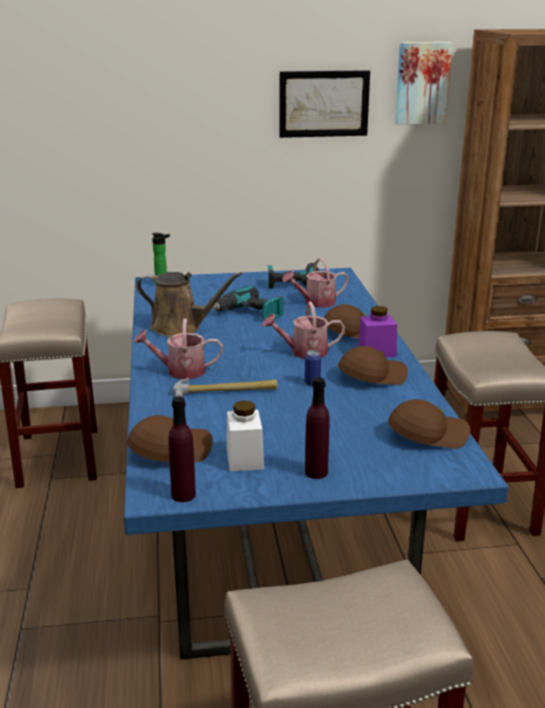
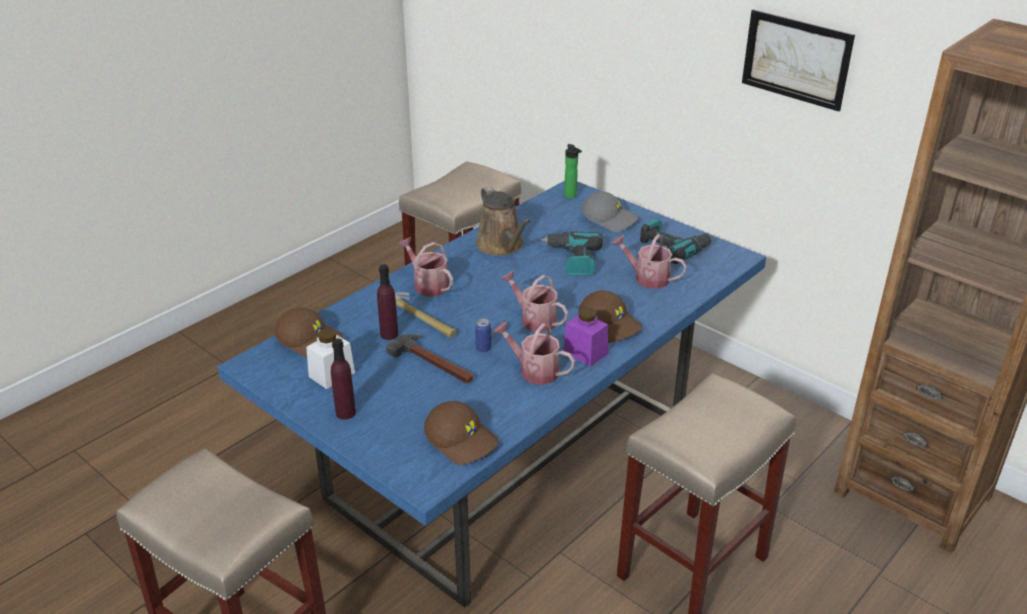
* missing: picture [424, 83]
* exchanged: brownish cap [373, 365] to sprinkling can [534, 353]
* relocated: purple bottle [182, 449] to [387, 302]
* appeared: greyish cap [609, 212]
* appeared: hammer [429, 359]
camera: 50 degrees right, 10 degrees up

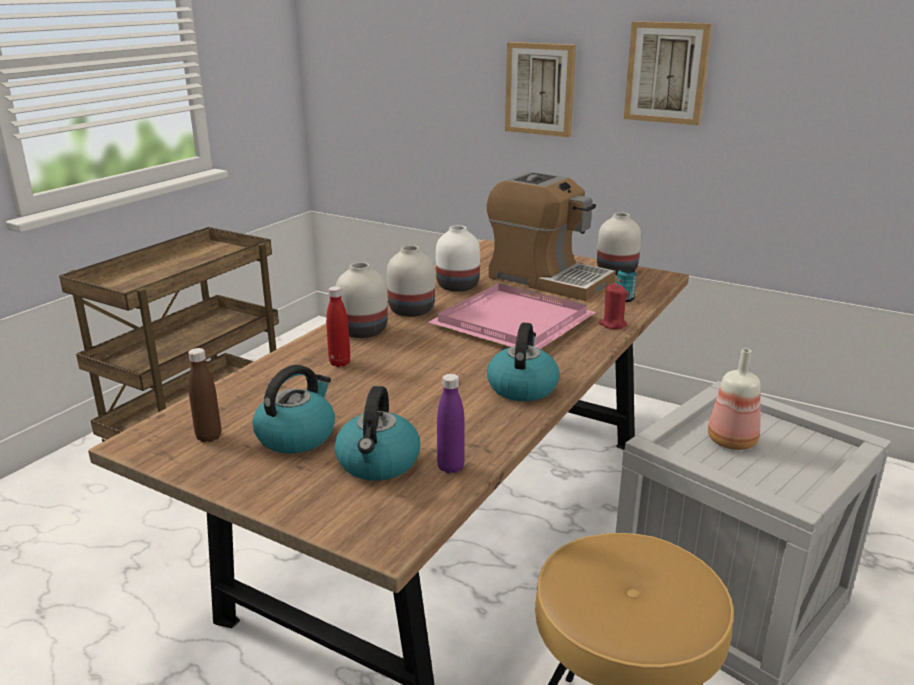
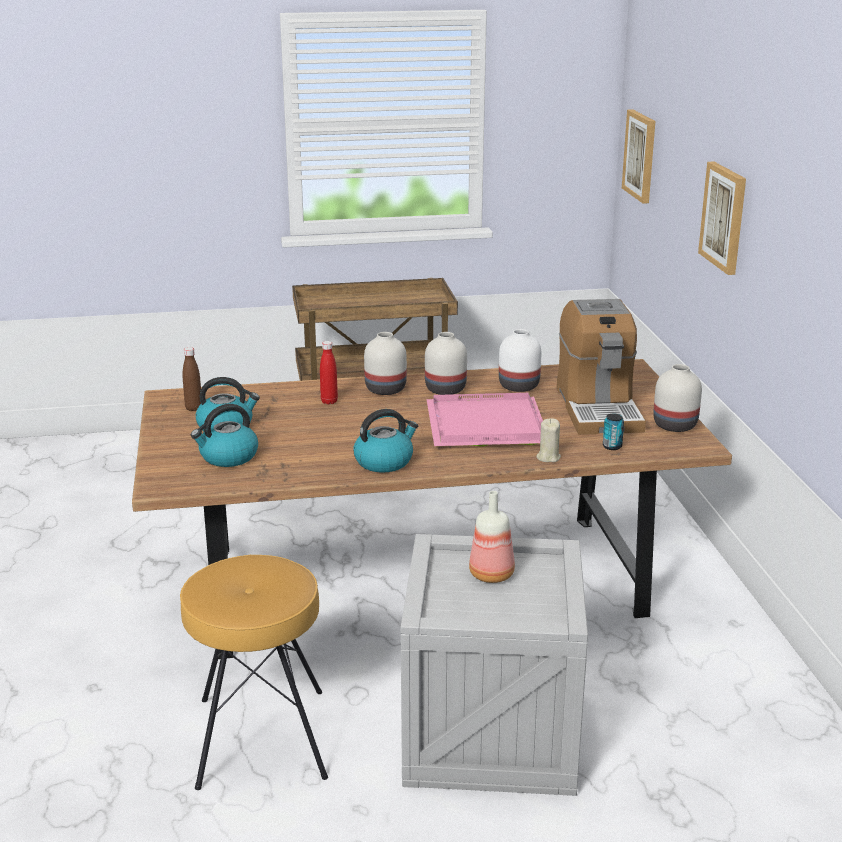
* relocated: picture [668, 73] to [638, 156]
* colour: reddish wax light [613, 306] to beige-coloured wax light [549, 440]
* missing: purple bottle [451, 423]
camera: 50 degrees right, 0 degrees up

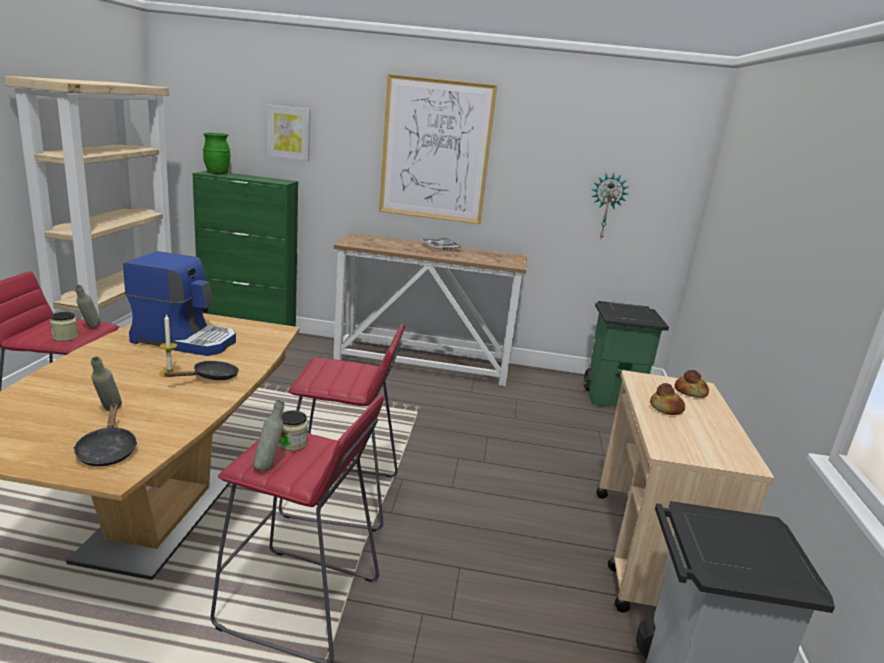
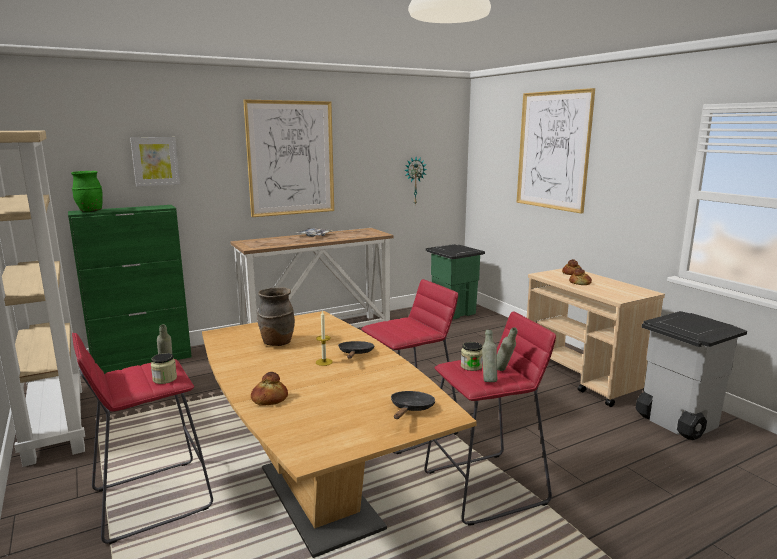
* exchanged: coffee machine [179, 303] to brownish decorative vase [276, 316]
* relocated: greyish bottle [106, 384] to [507, 349]
* spun: black frying pan [105, 435] = [413, 405] 105 degrees counterclockwise
* appeared: picture [556, 150]
* appeared: bread [269, 389]
camera: 35 degrees left, 5 degrees down

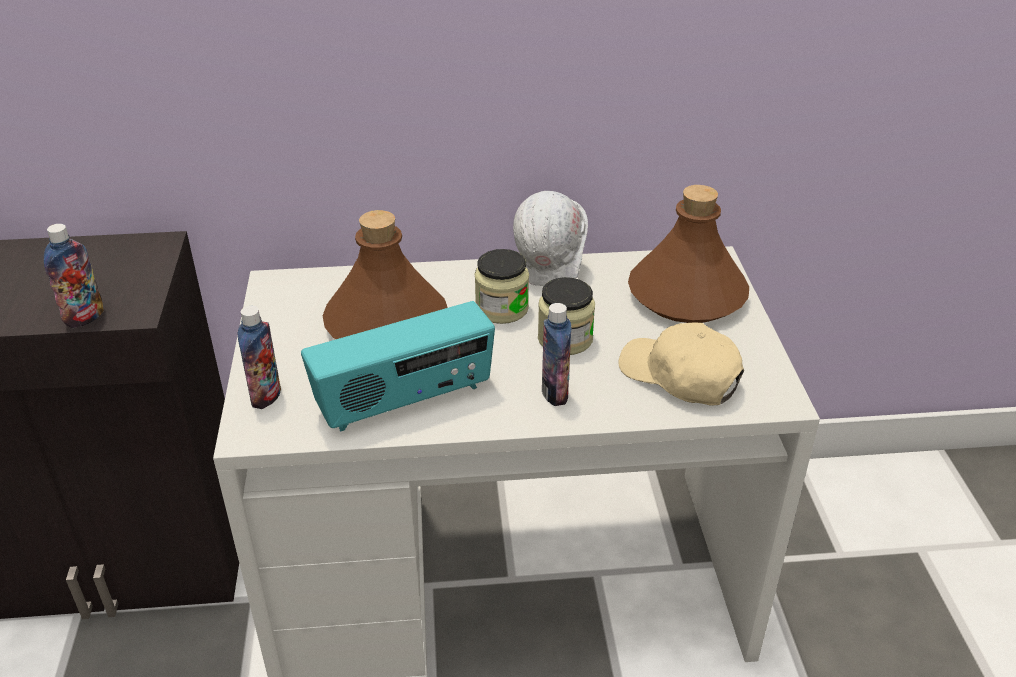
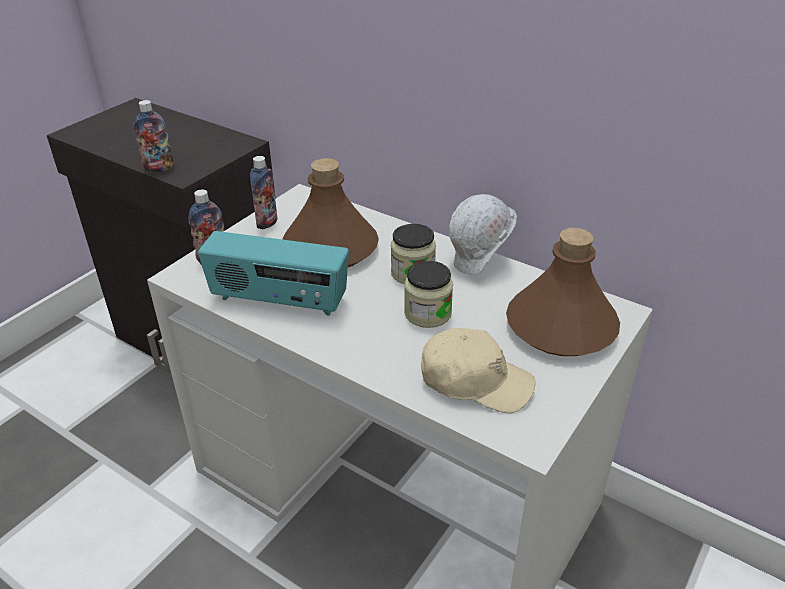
* relocated: bottle [556, 354] to [264, 192]
* spun: beige-coloured cap [681, 364] = [478, 370] 120 degrees clockwise
camera: 40 degrees right, 0 degrees up

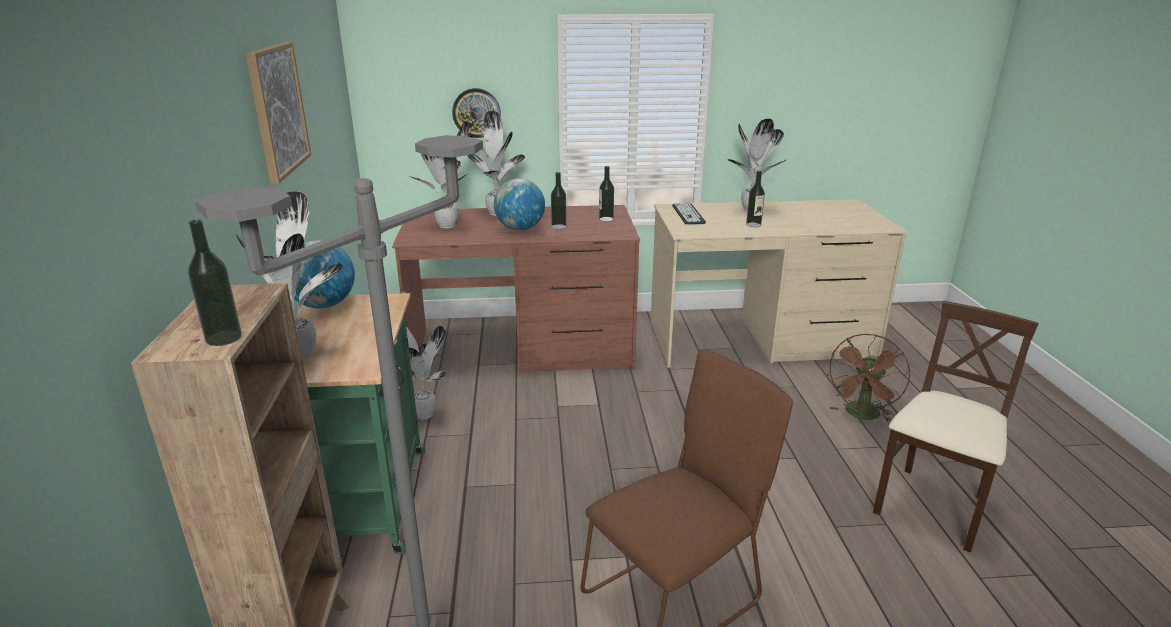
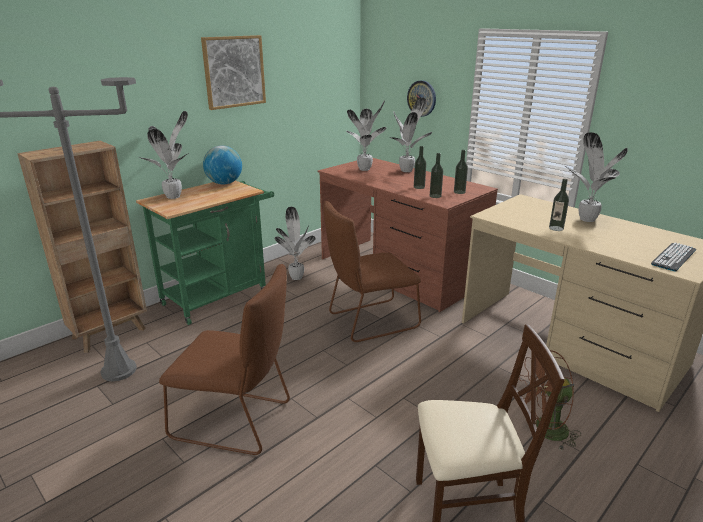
* missing: world globe [519, 204]
* relocated: computer keyboard [689, 214] to [673, 257]
* relocated: bottle [215, 282] to [436, 175]
* appeared: brownish plain chair [372, 271]
camera: 50 degrees right, 0 degrees up

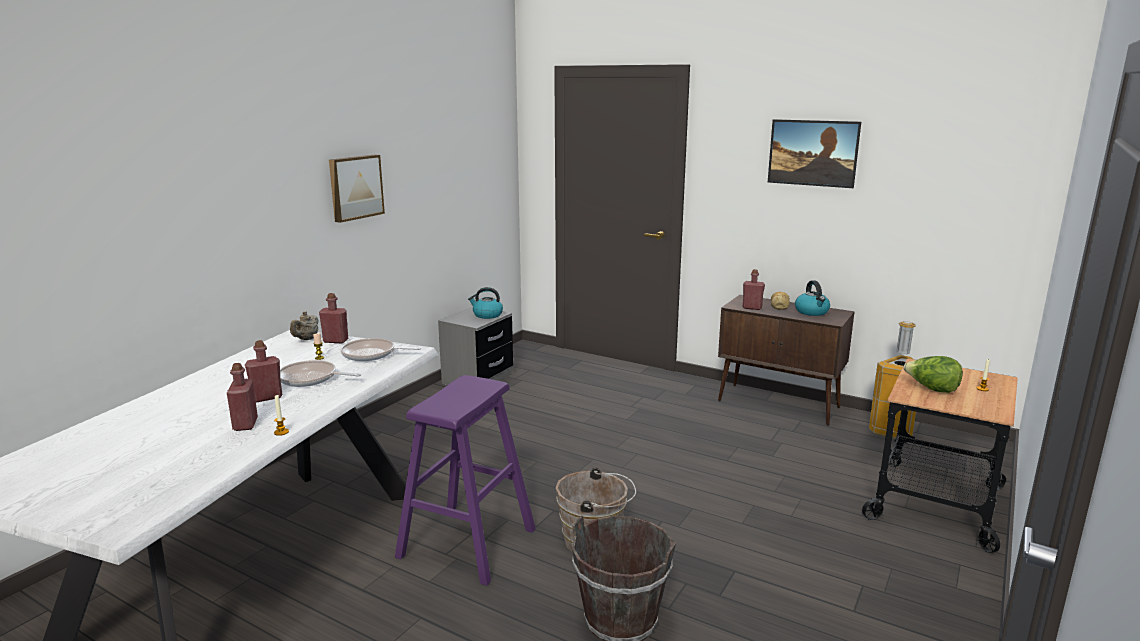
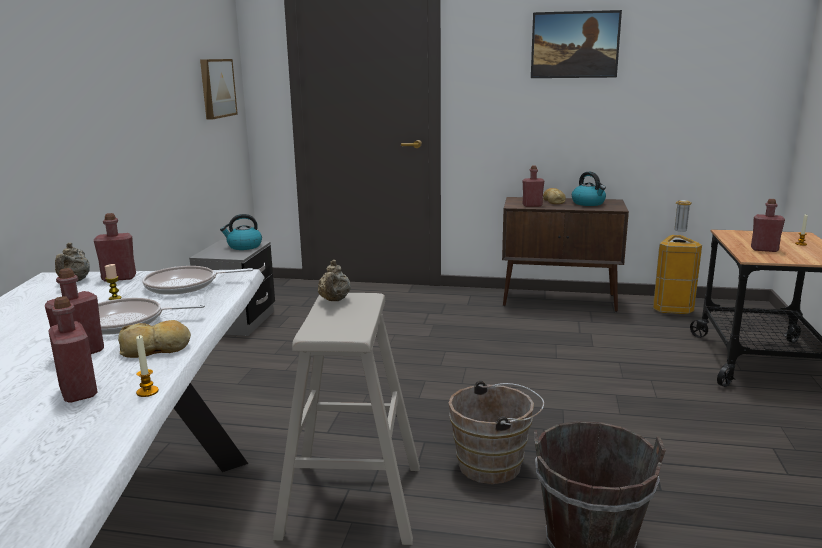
* relocated: picture [357, 189] to [219, 89]
* exchanged: lettuce head [933, 374] to reddish bottle [768, 225]
* colour: purple stool [465, 480] to beige-coloured stool [346, 419]
* appeared: beige-coloured tea pot [334, 280]
* appeared: bread [154, 339]
camera: 20 degrees left, 0 degrees up

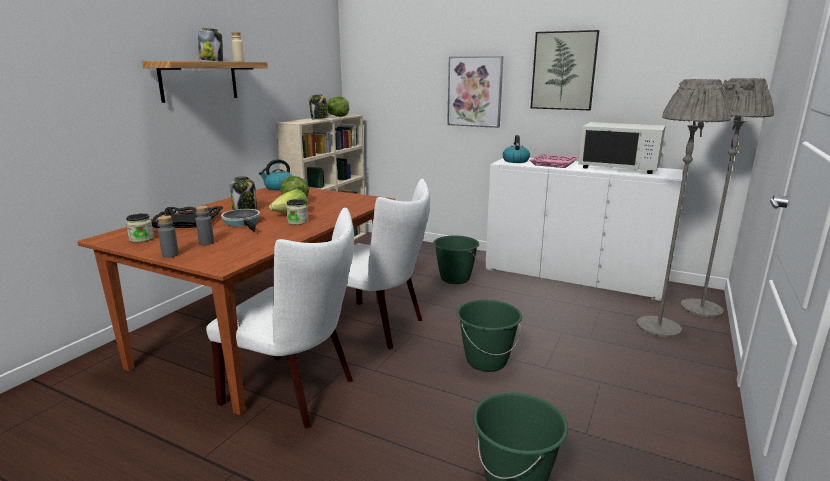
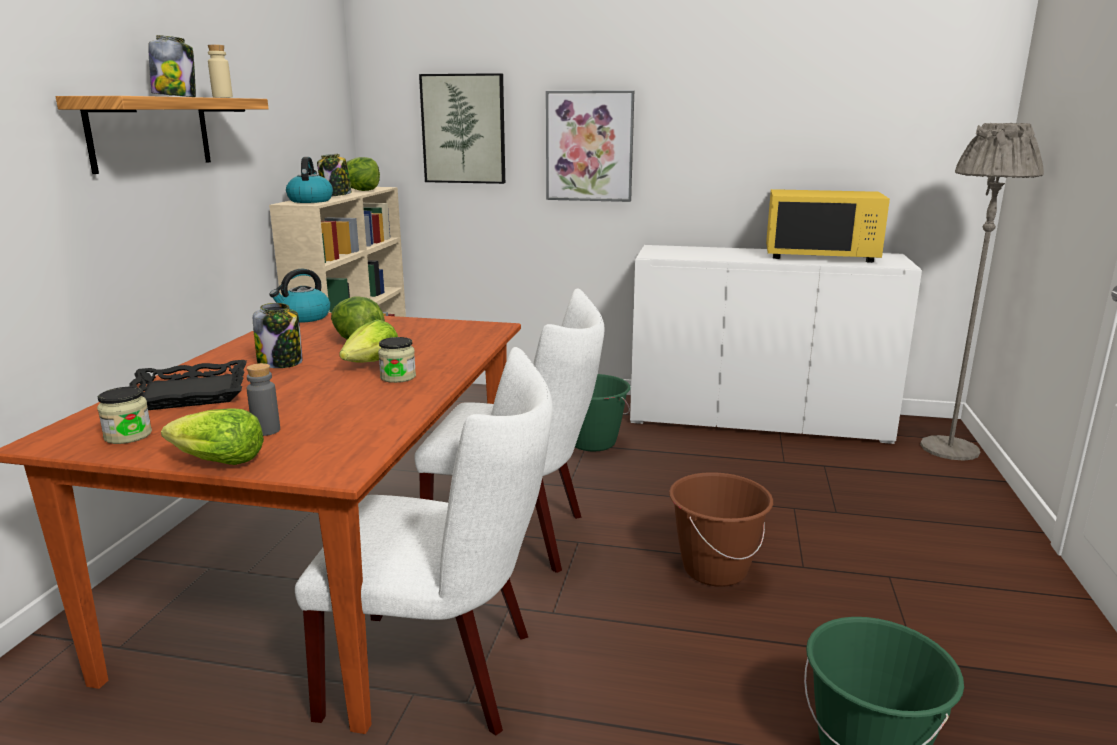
* relocated: picture [565, 70] to [462, 128]
* missing: greyish standing lamp [684, 208]
* colour: white-coloured microwave oven [622, 148] to yellow-coloured microwave oven [828, 226]
* relocated: kettle [516, 149] to [309, 180]
* missing: pink tray [554, 160]
* missing: frying pan [240, 220]
* exchanged: greyish bottle [168, 237] to lettuce head [212, 436]
* colour: green water bucket [489, 336] to brownish water bucket [721, 529]
camera: 15 degrees left, 0 degrees up

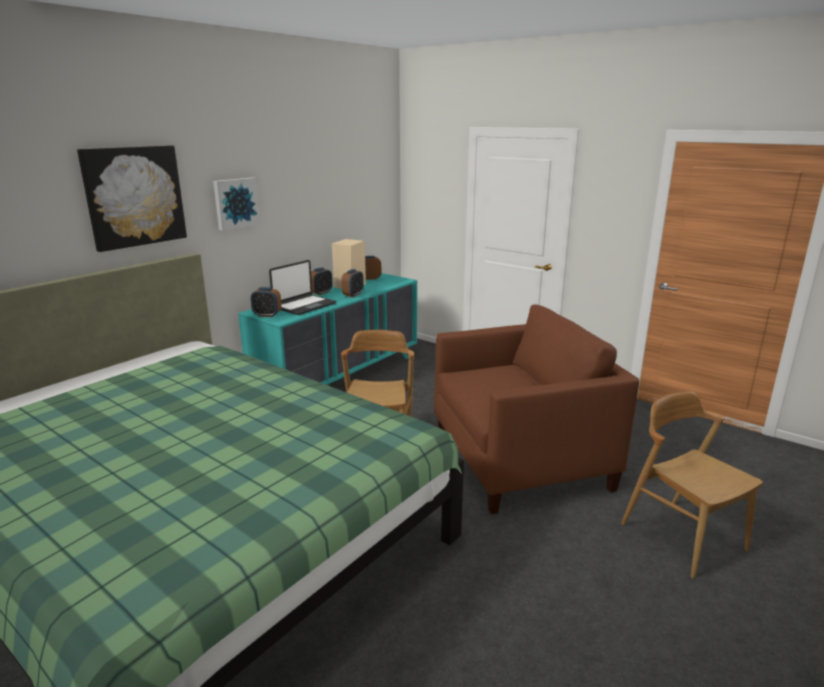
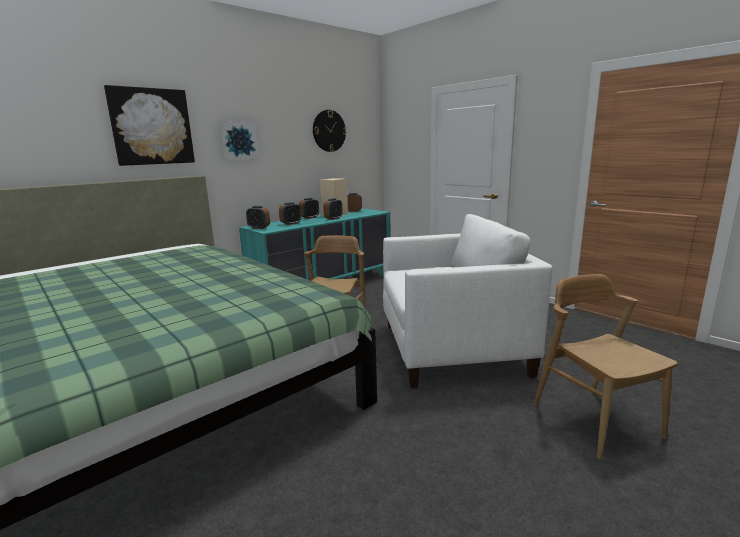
* exchanged: laptop [302, 287] to bedside clock [290, 213]
* colour: brownish armchair [536, 409] to white-coloured armchair [467, 301]
* appeared: wall clock [330, 131]
camera: 10 degrees right, 5 degrees down

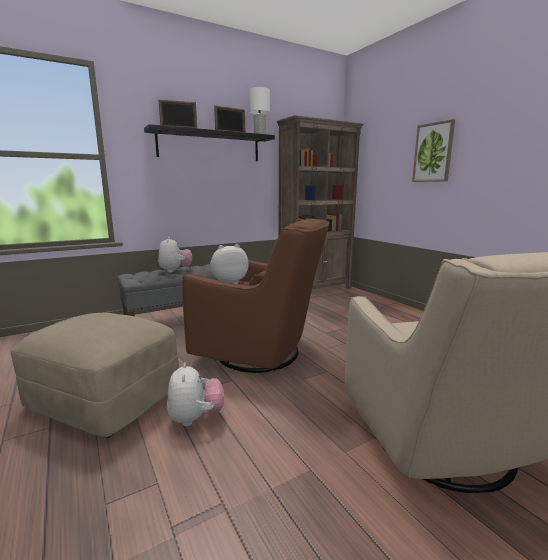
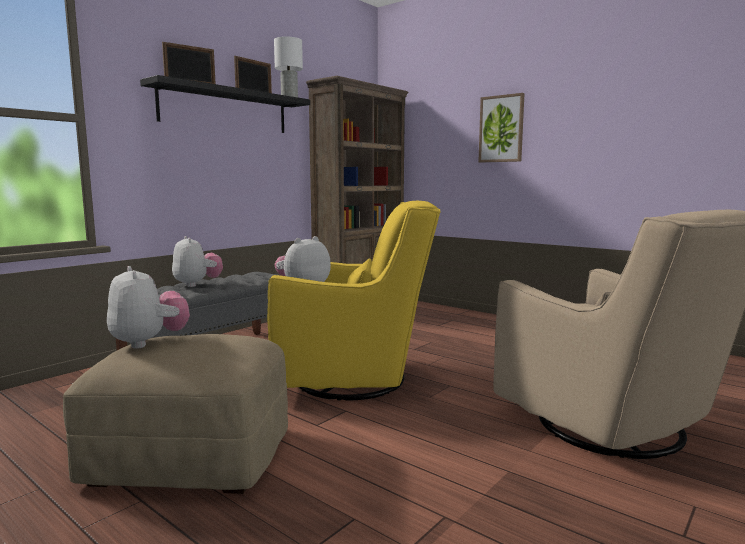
* colour: brownish armchair [256, 295] to yellow-coloured armchair [354, 301]
* relocated: cuddly toy [195, 394] to [148, 307]
camera: 20 degrees left, 5 degrees down

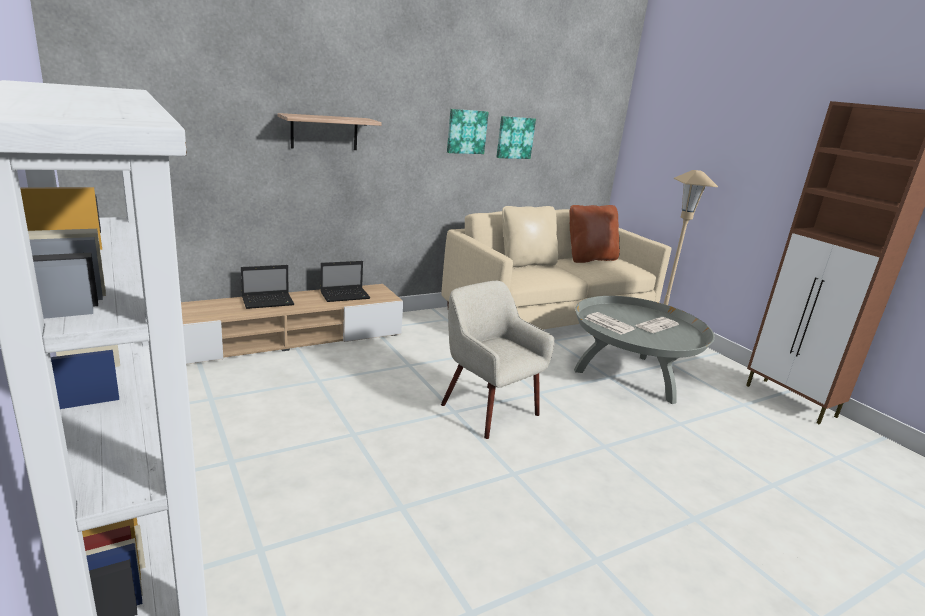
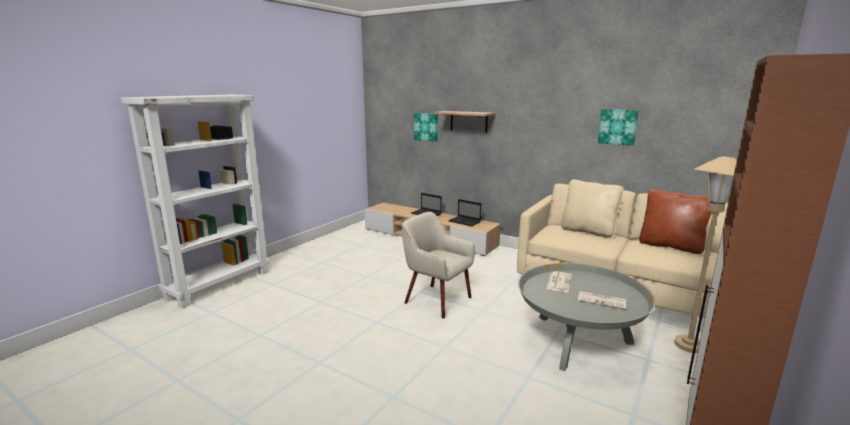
* relocated: picture [468, 131] to [426, 127]
* spun: beige-coloured armchair [498, 360] = [438, 265] 75 degrees counterclockwise
camera: 65 degrees right, 5 degrees down

